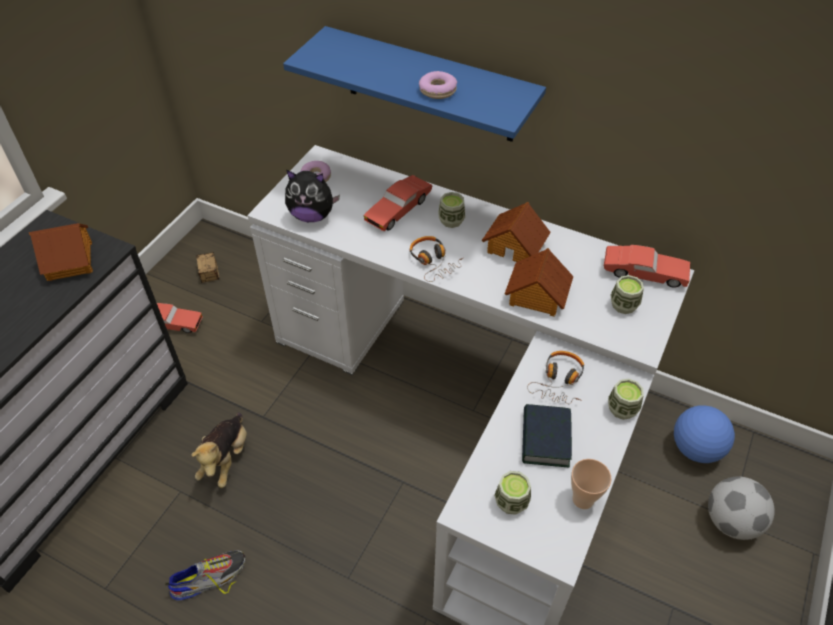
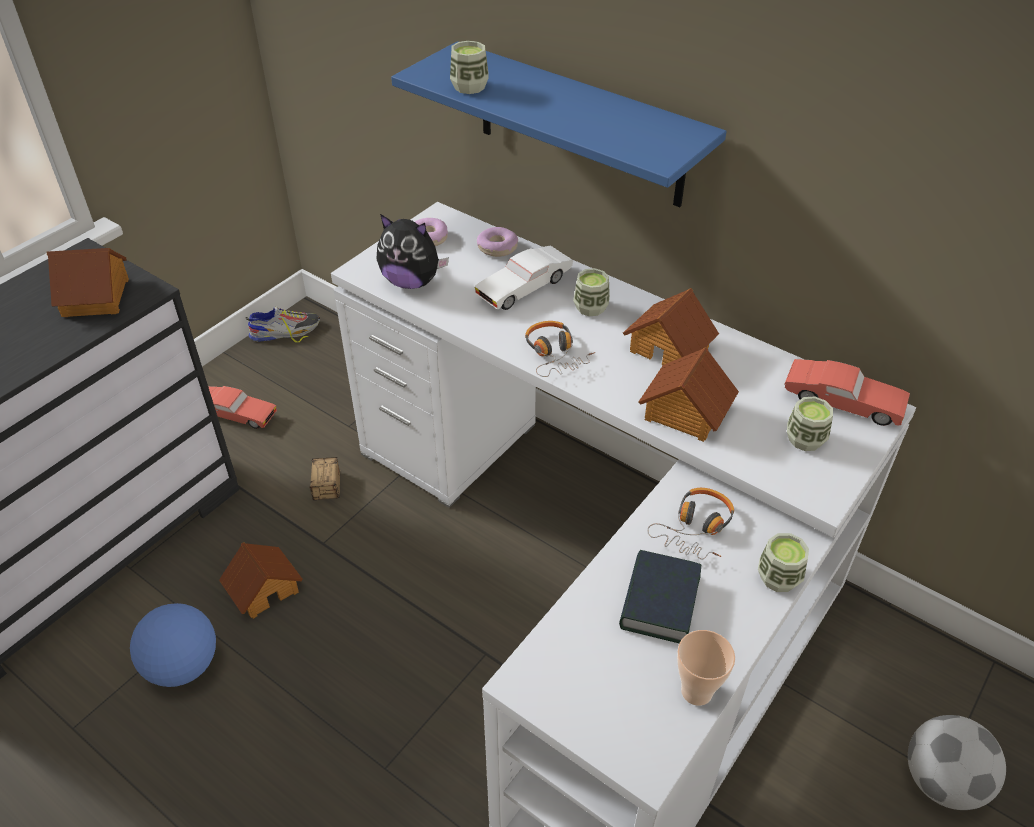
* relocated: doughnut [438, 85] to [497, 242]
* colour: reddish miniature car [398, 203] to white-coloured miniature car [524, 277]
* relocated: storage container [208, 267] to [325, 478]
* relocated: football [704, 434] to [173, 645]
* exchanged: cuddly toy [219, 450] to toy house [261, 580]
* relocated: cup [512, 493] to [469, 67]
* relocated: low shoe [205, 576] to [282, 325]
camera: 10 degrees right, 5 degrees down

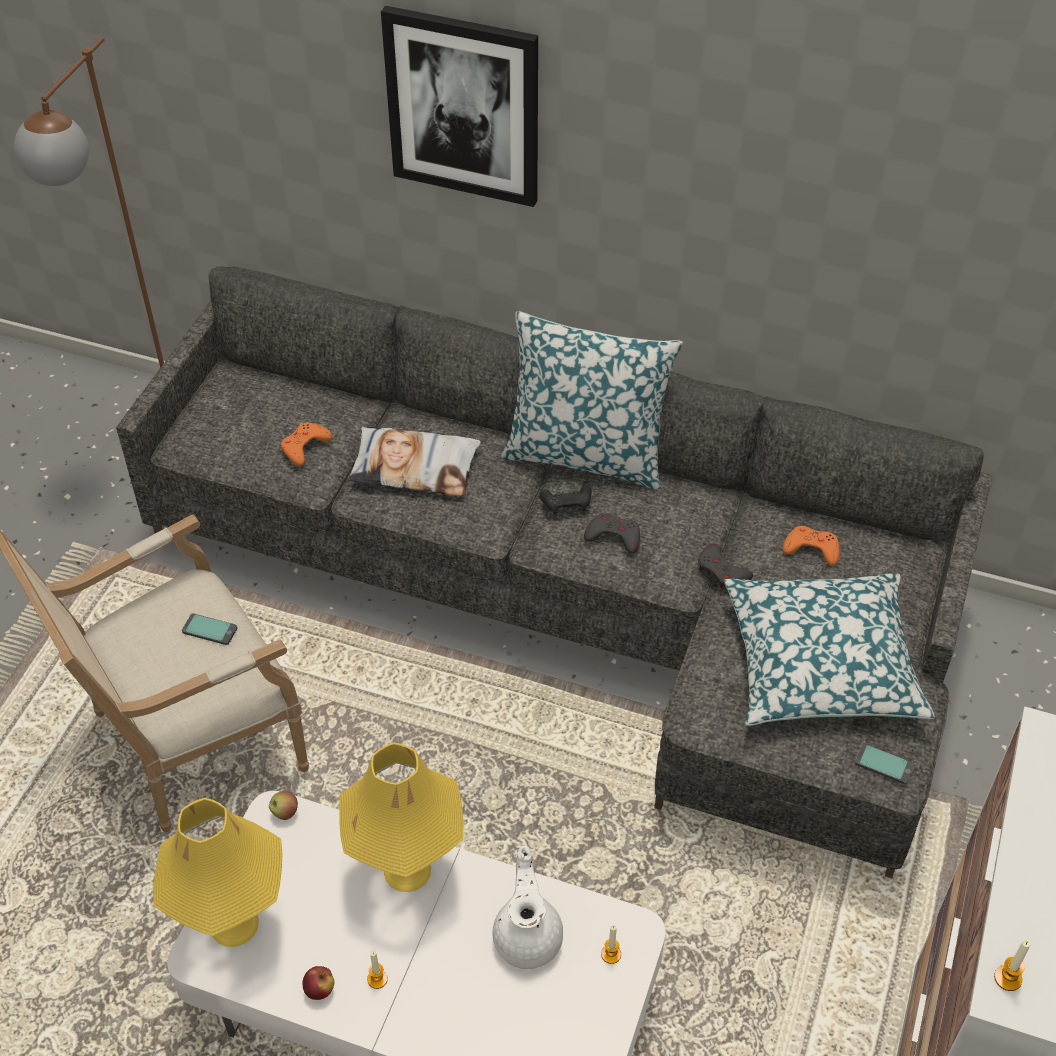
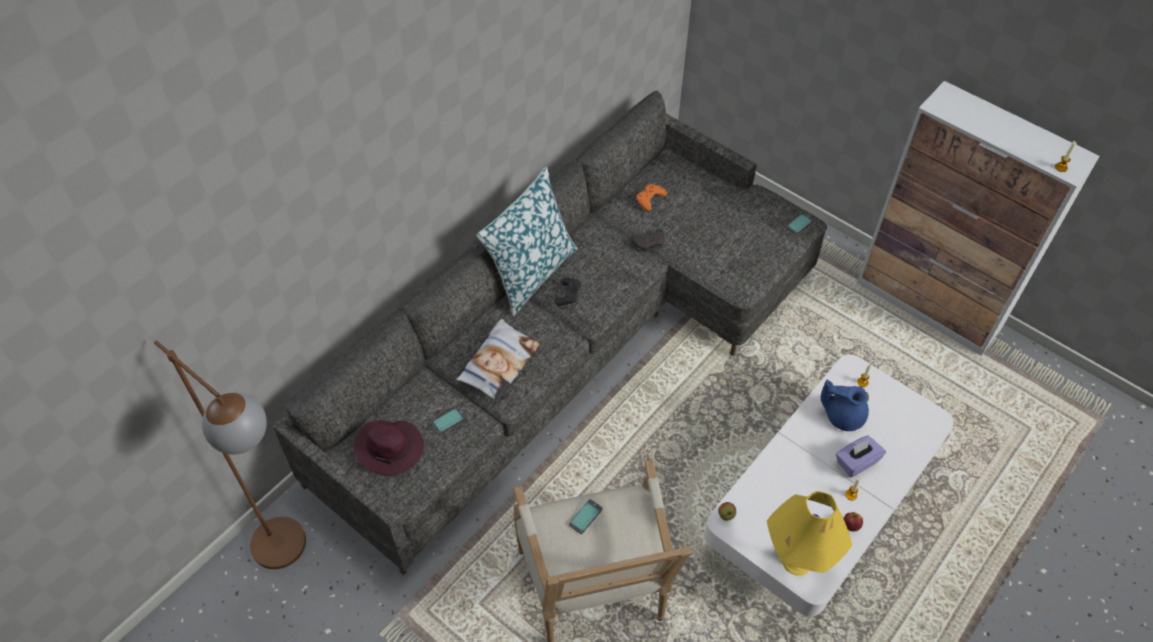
* missing: picture [459, 106]
* exchanged: orange-coloured game controller [306, 444] to handset [449, 420]
* missing: greyish game controller [612, 533]
* missing: throw pillow [829, 649]
* missing: yellow-coloured lamp for a table [401, 817]
* colour: white-coloured tea pot [527, 907] to blue tea pot [845, 405]
* appeared: purple hat [389, 448]
* appeared: purple box of tissues [861, 457]
camera: 70 degrees left, 5 degrees up

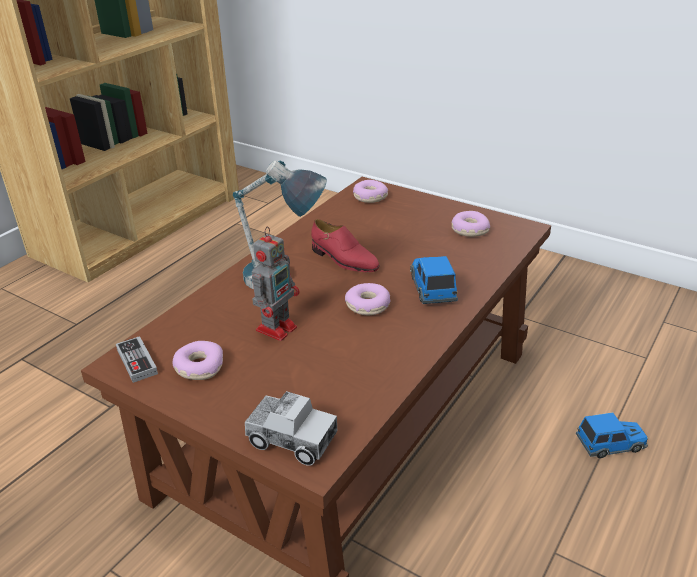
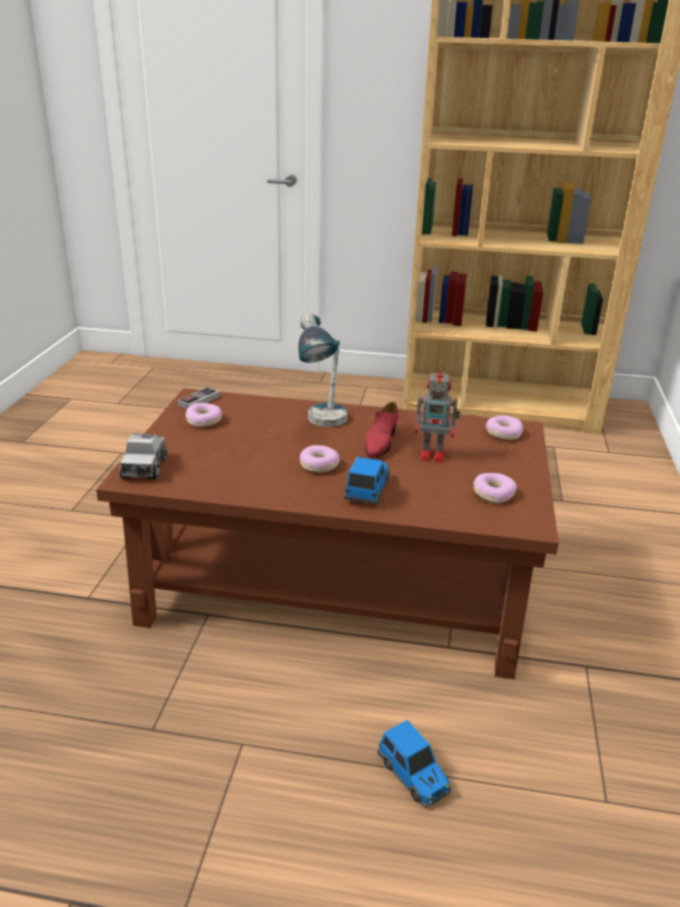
* relocated: robot figure [276, 284] to [437, 414]
* spun: miniature car [434, 280] = [367, 480] 45 degrees counterclockwise
camera: 65 degrees right, 5 degrees down

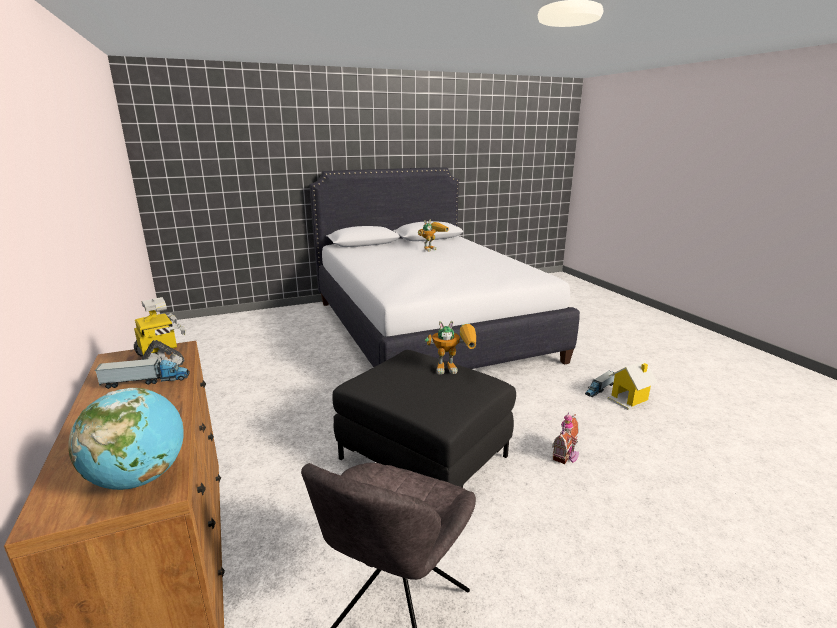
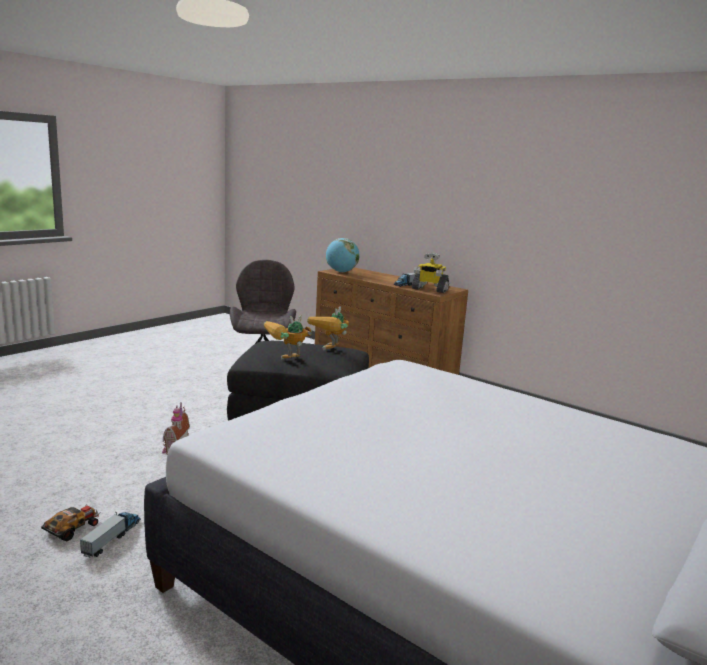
* relocated: robot figure [433, 236] to [328, 328]
* exchanged: toy house [633, 385] to miniature car [71, 522]
camera: 150 degrees right, 5 degrees down

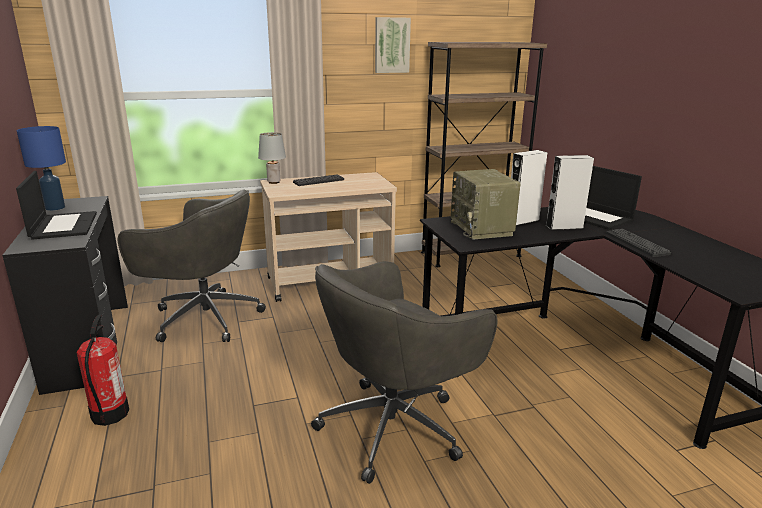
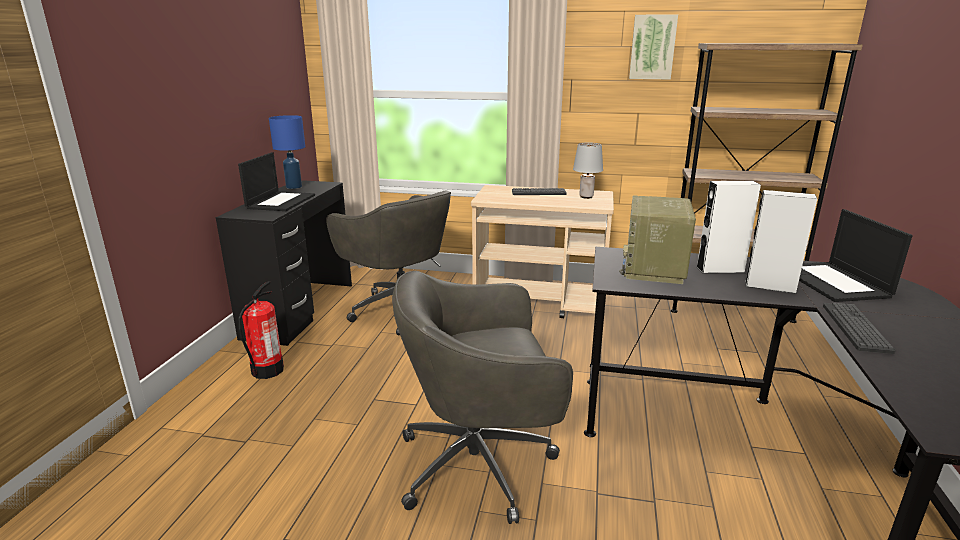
* relocated: greyish lamp for a table [272, 158] to [588, 170]
camera: 30 degrees right, 0 degrees up

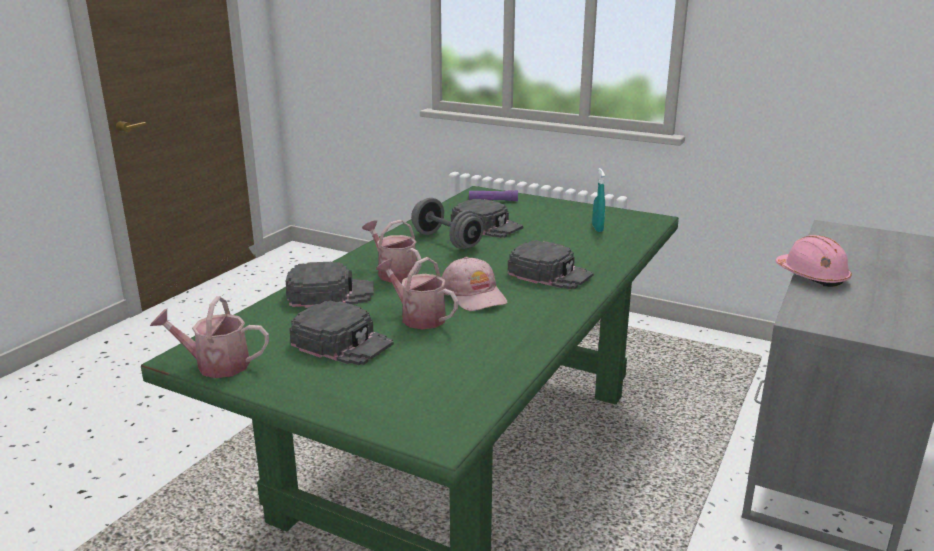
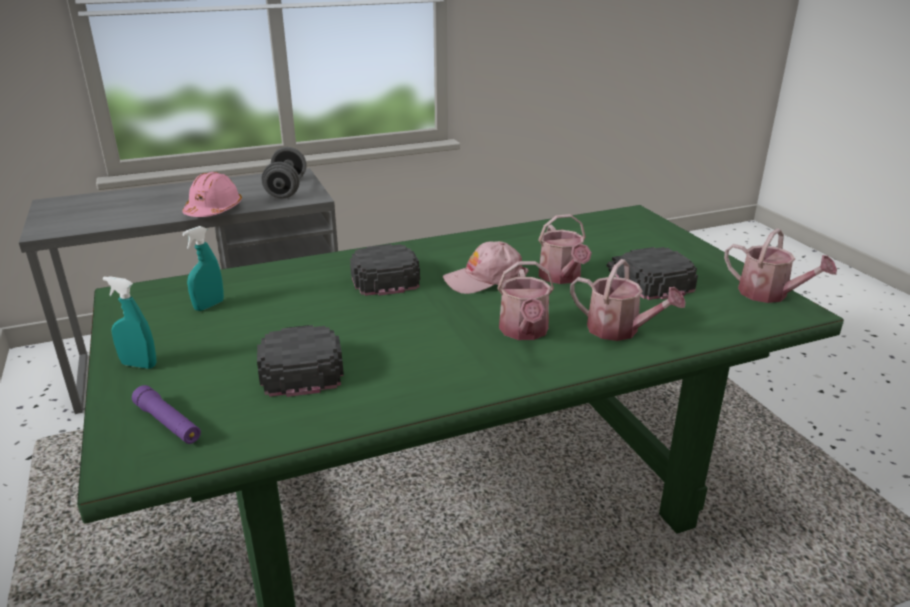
* relocated: greyish dumbbell [447, 223] to [284, 173]
* spun: pink cap [474, 284] = [486, 267] 120 degrees counterclockwise
* exchanged: black cap [330, 285] to sprinkling can [627, 300]
* appeared: turquoise sprayer [129, 322]
camera: 140 degrees left, 5 degrees up

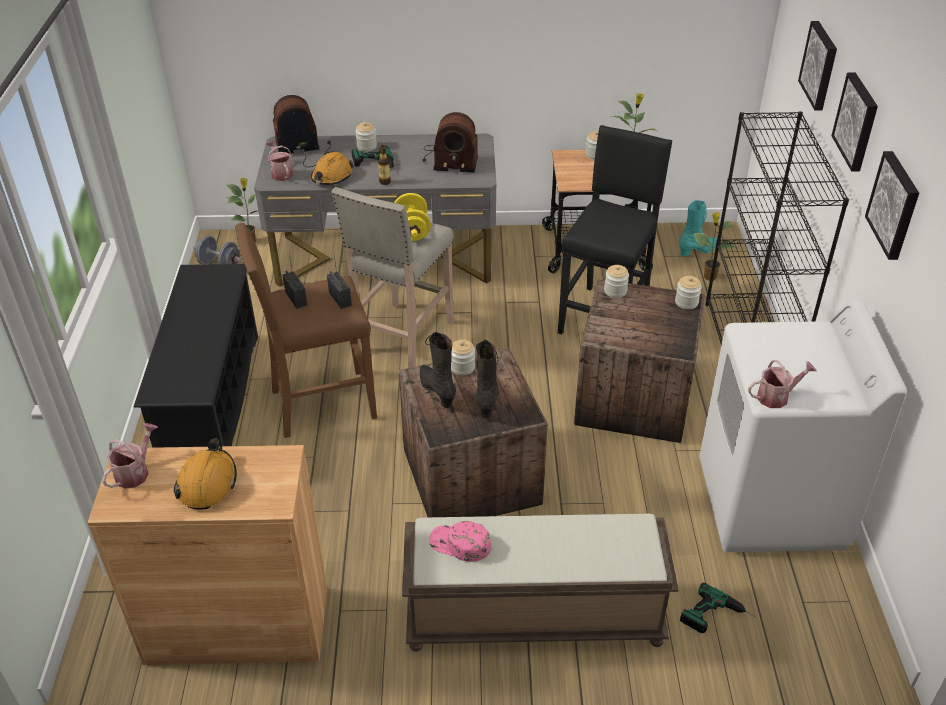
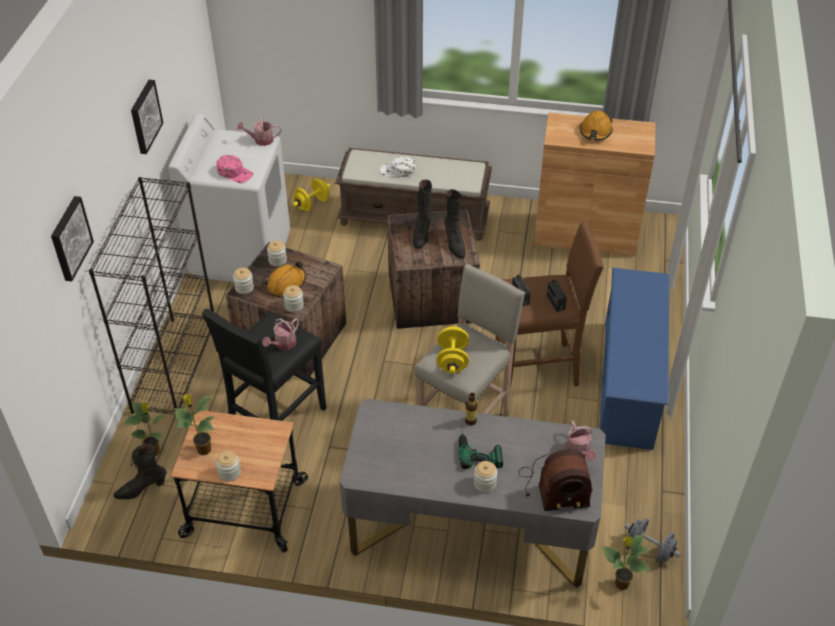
* missing: picture [854, 121]
* missing: radio set [450, 142]
* relocated: orange-coloured work helmet [332, 168] to [285, 279]
* colour: turquoise tall boot [698, 228] to black tall boot [140, 471]
* colour: black shoe shelf [195, 356] to blue shoe shelf [634, 359]
* relocated: storage jar [463, 357] to [277, 254]
* relocated: sprinkling can [130, 456] to [280, 334]
* relocated: pink cap [460, 541] to [234, 169]
* exchanged: drill [717, 608] to yellow-coloured dumbbell [311, 195]
* appeared: white-coloured cap [398, 167]
camera: 170 degrees left, 5 degrees up

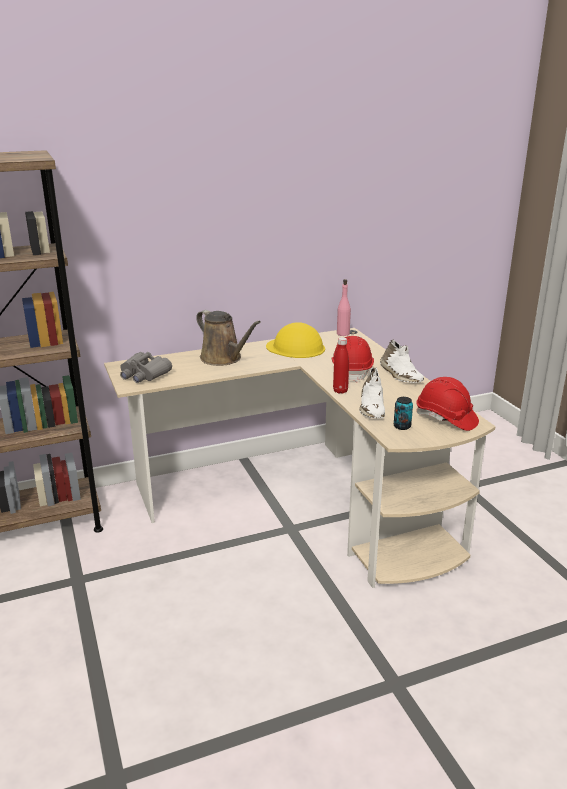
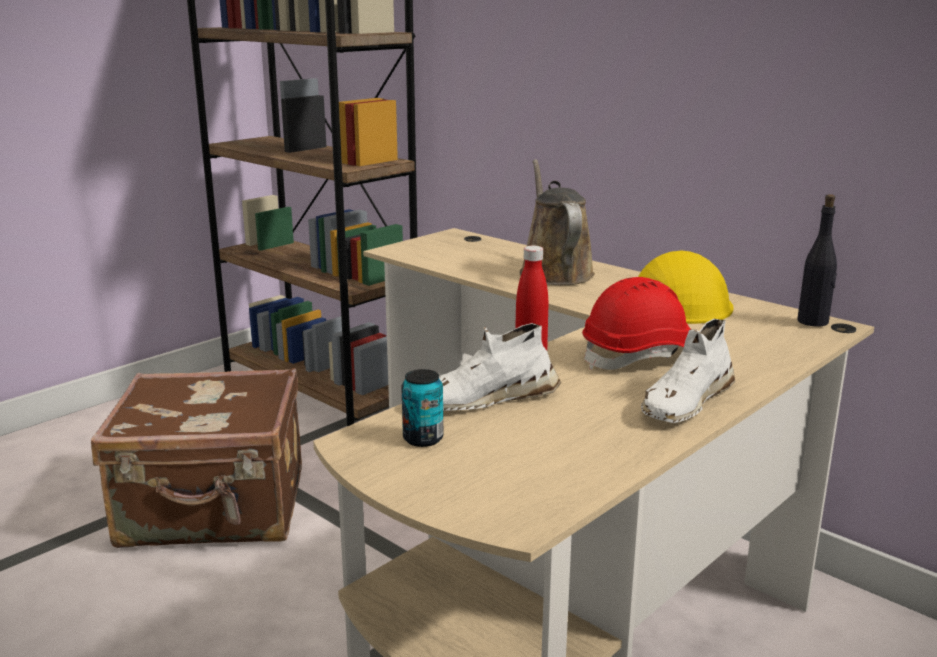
* colour: pink bottle [344, 307] to black bottle [817, 260]
* spun: brownish sprinkling can [228, 338] = [557, 222] 150 degrees clockwise
* missing: greyish pair of binoculars [146, 367]
* missing: reddish work helmet [447, 404]
* appeared: brownish travel case [196, 458]
camera: 65 degrees right, 5 degrees down

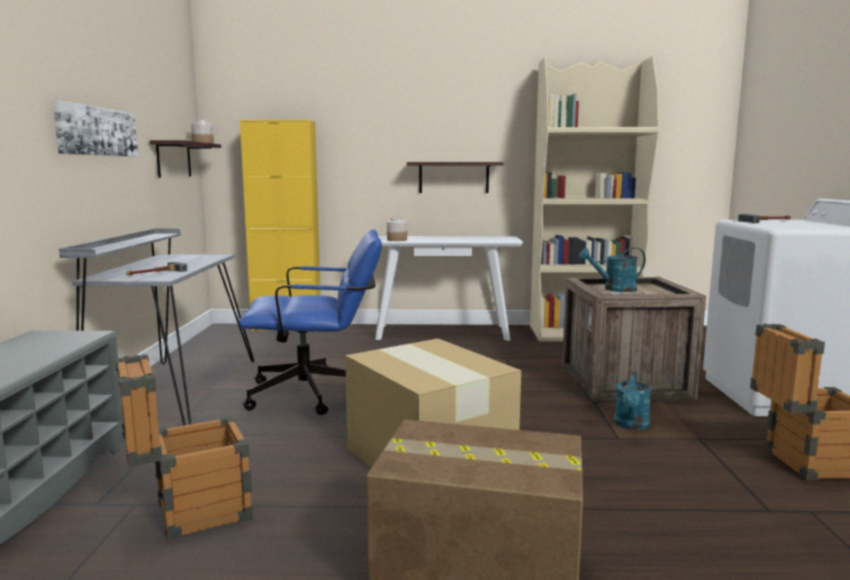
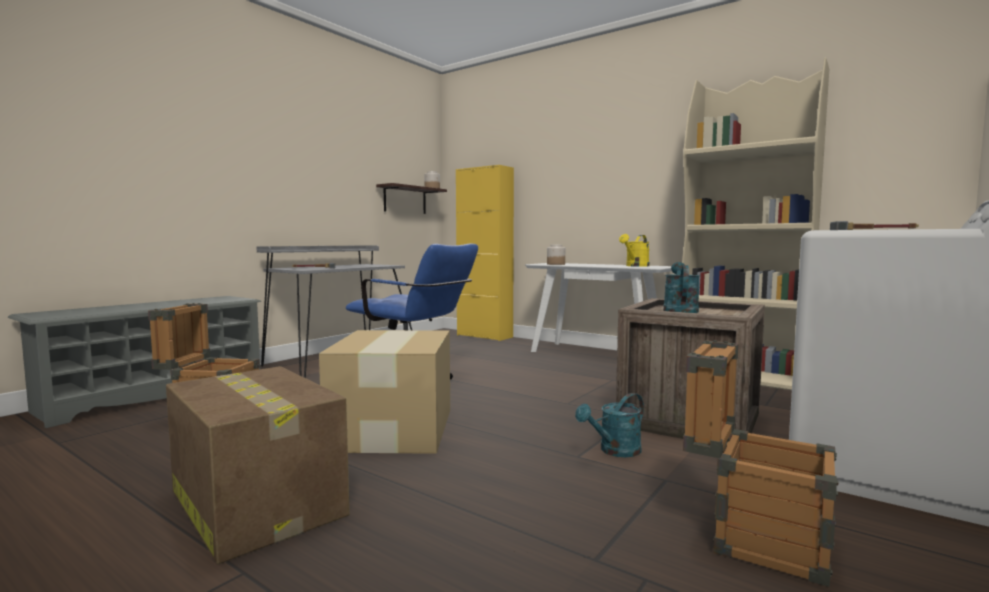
* missing: picture [95, 128]
* missing: bracket shelf [455, 177]
* spun: turquoise sprinkling can [612, 270] = [681, 287] 75 degrees clockwise
* appeared: yellow-coloured sprinkling can [634, 250]
camera: 35 degrees right, 5 degrees down

